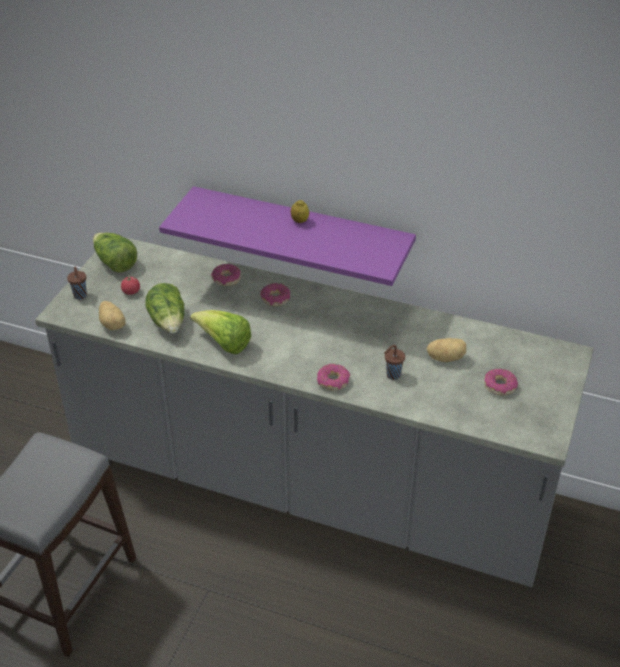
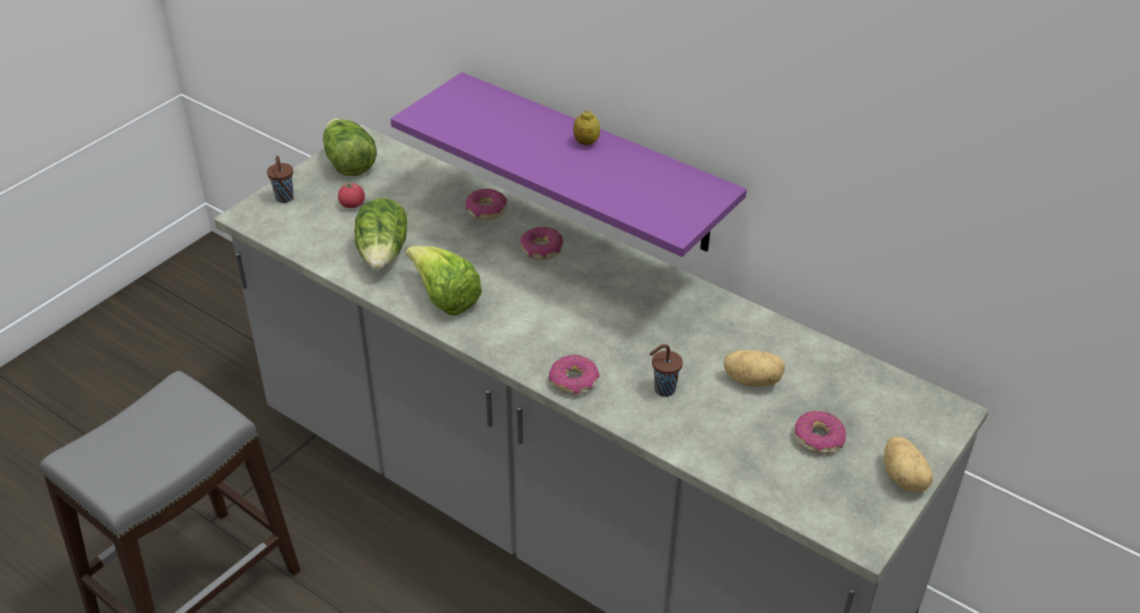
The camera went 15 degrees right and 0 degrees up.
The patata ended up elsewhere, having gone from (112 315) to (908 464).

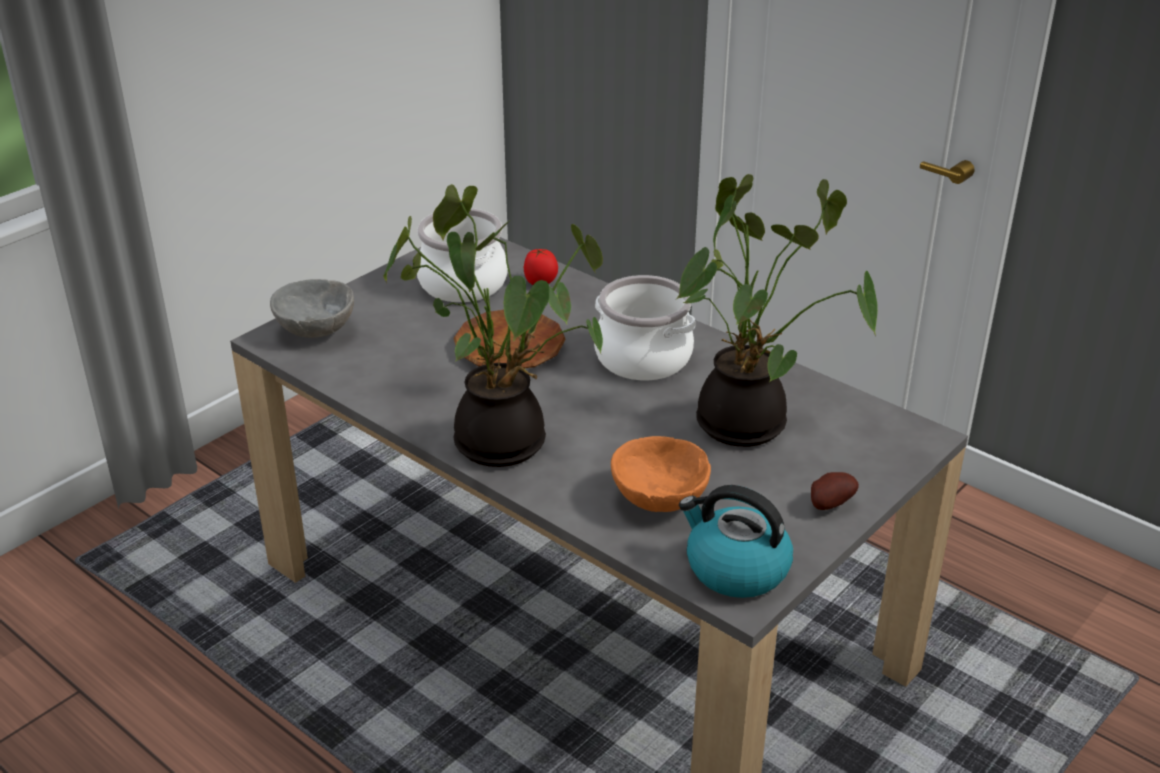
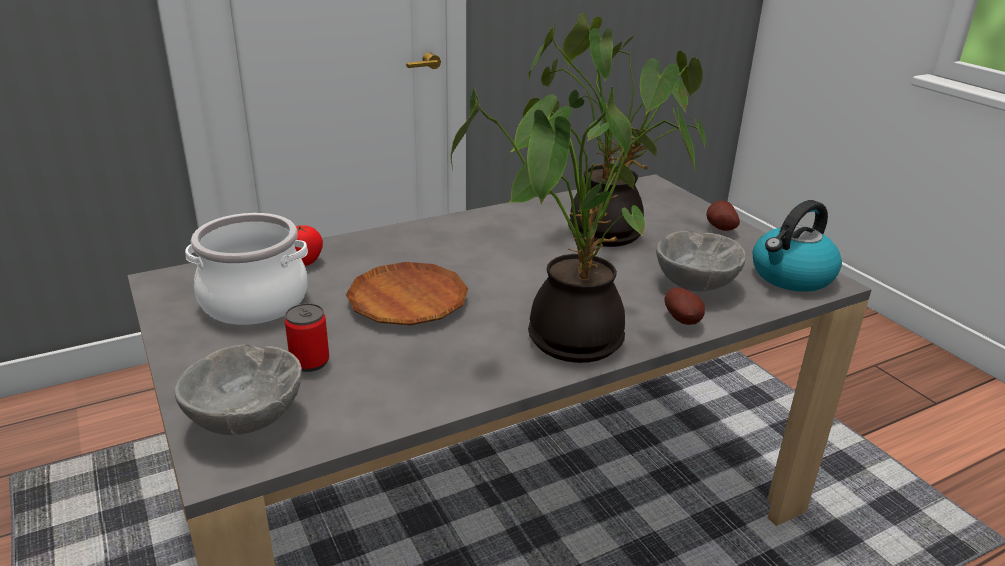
The camera went 70 degrees left and 5 degrees down.
The second view gained the lata at (307 337).
What was the cuenco/naranja at (661 474) turned into the cuenco/gris at (701 261).
The second view gained the patata at (684 306).
The second view lost the olla at (644 327).

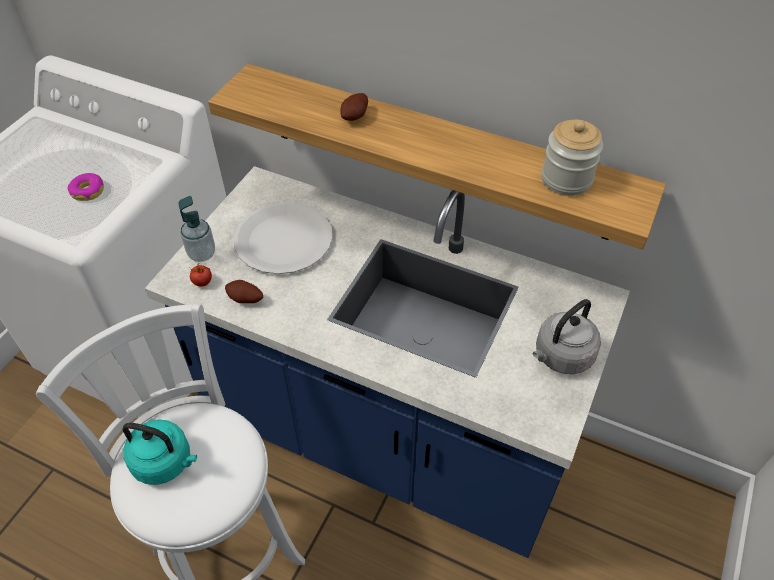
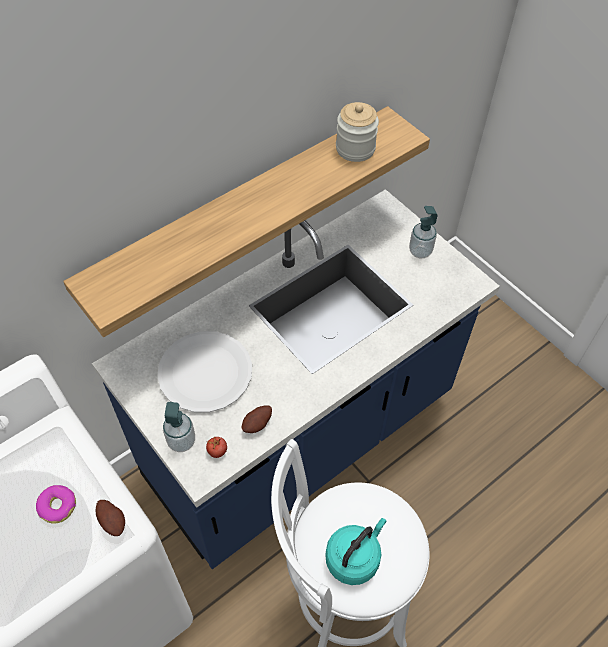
The camera went 65 degrees left and 5 degrees up.
The patata ended up elsewhere, having gone from (354 107) to (110 518).
Where the hervidor/gris stood at (566 336), the dispensador de jabón came to stand at (423 232).

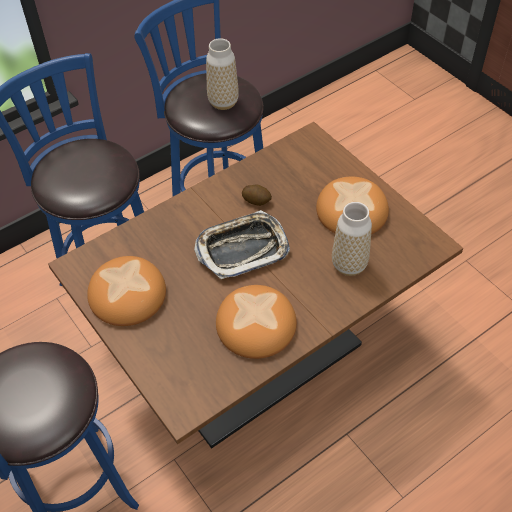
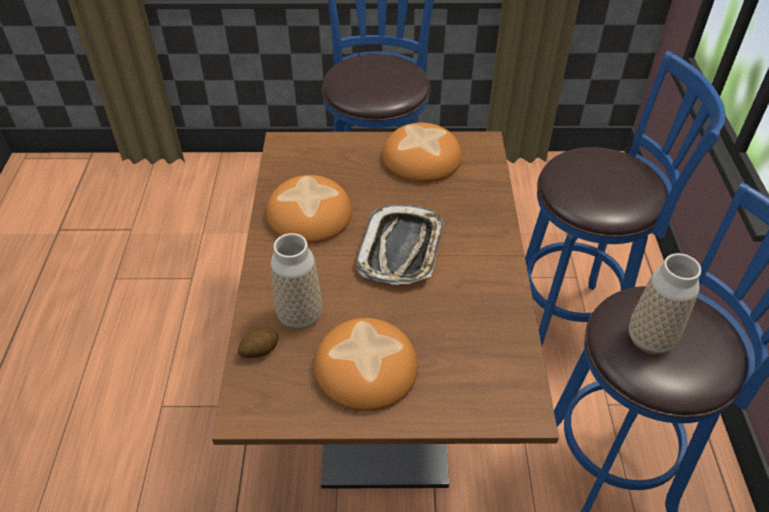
The camera went 125 degrees right and 5 degrees down.
The patata ended up elsewhere, having gone from (257 195) to (258 342).

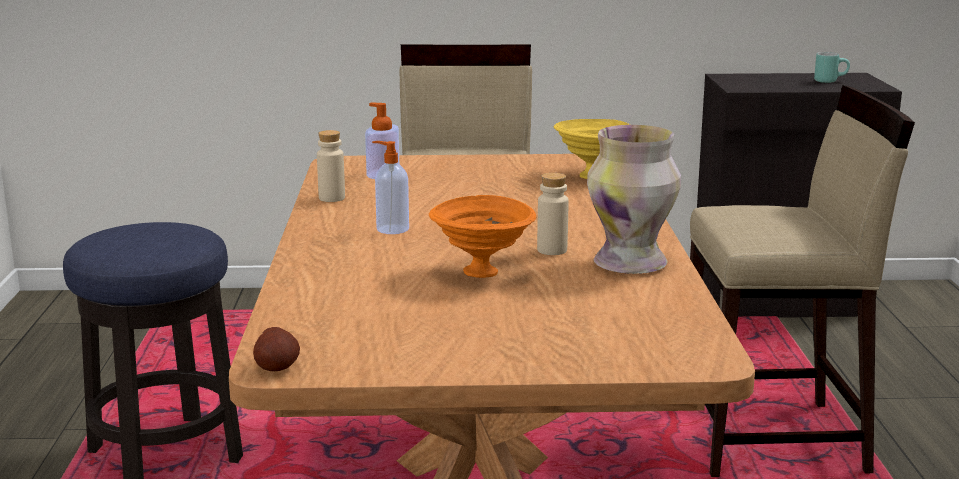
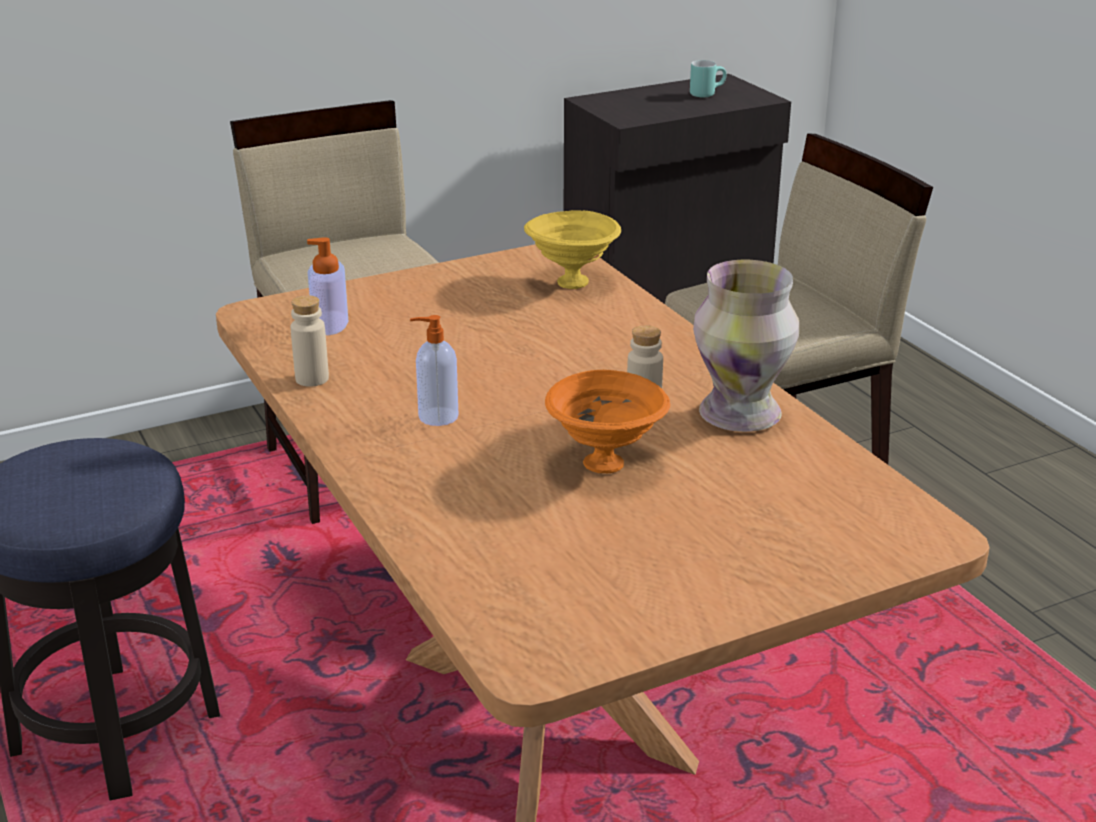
The camera went 25 degrees left and 10 degrees up.
The second view lost the patata at (276 349).

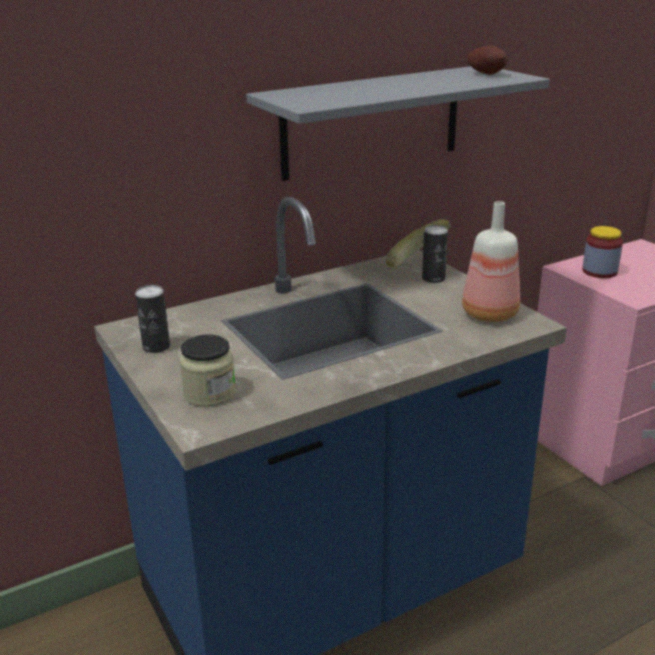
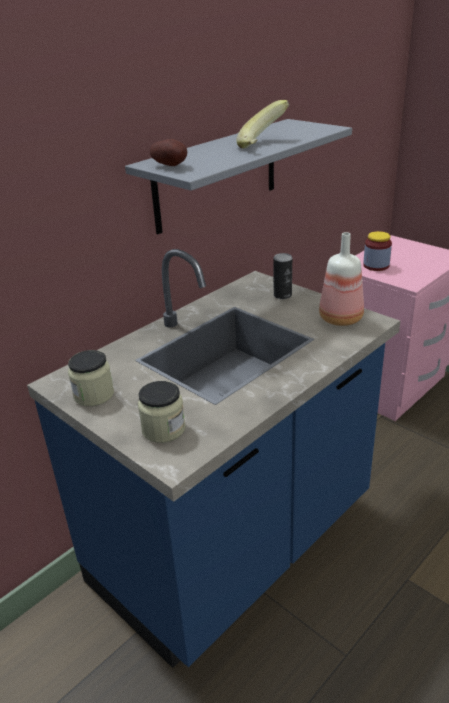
The camera went 15 degrees left and 5 degrees up.
Where the lata stood at (152 319), the tarro came to stand at (91 378).
The patata ended up elsewhere, having gone from (487 60) to (168 152).
The plátano ended up elsewhere, having gone from (418 244) to (262 124).

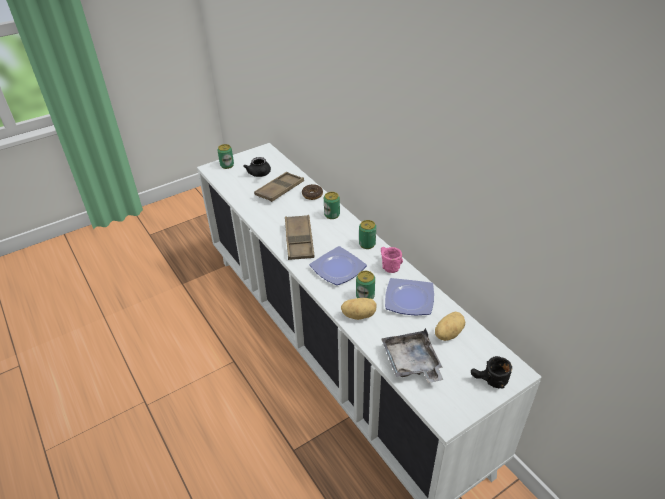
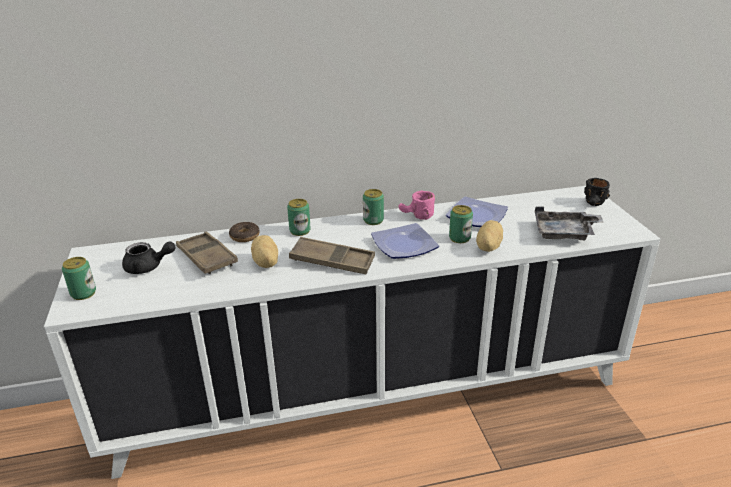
The camera went 70 degrees left and 10 degrees down.
The patata ended up elsewhere, having gone from (450 326) to (264 251).

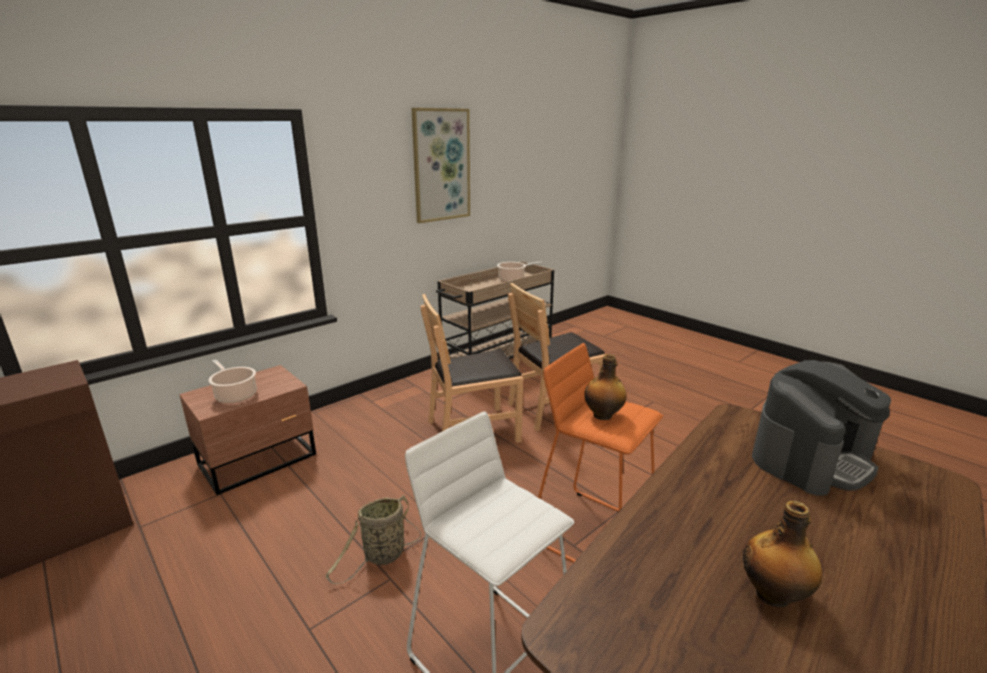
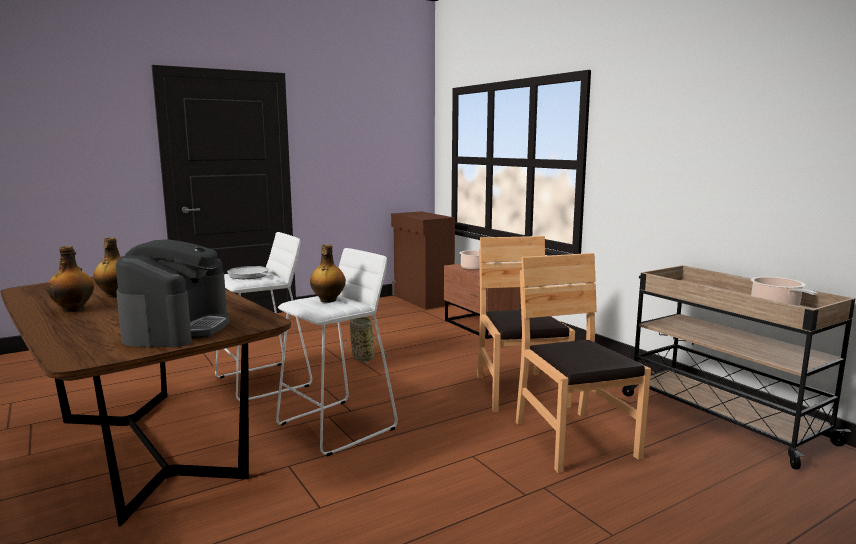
The camera went 100 degrees right and 10 degrees down.
The second view gained the botella at (70 279).
The cafetera at (821 428) ended up facing another way, 150 degrees counterclockwise from before.
The second view gained the sartén at (249 272).
What was the taburete/naranja at (600 453) turned into the taburete/blanco at (337 352).
The second view lost the cuadro at (441 165).

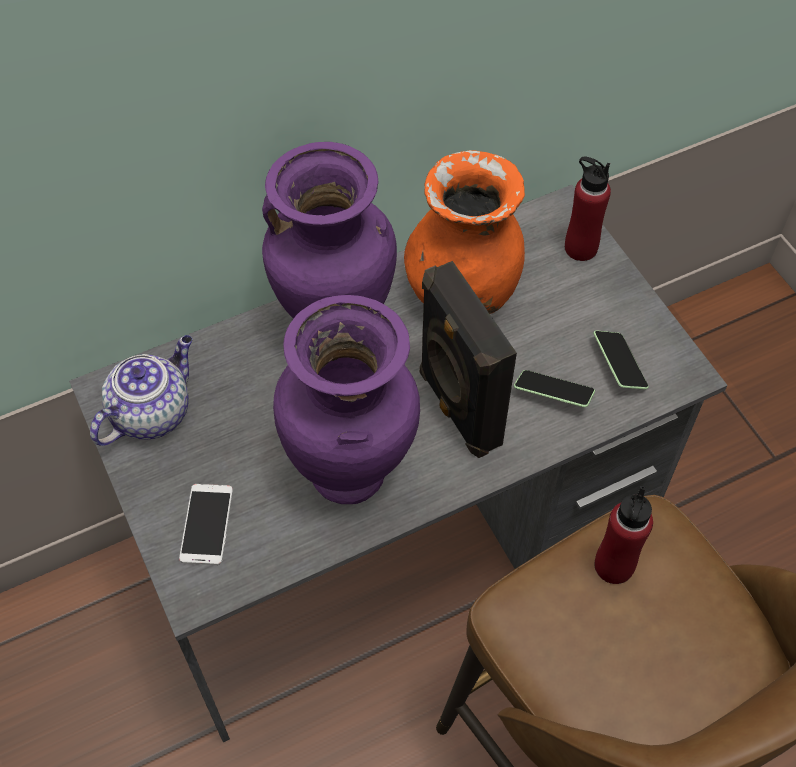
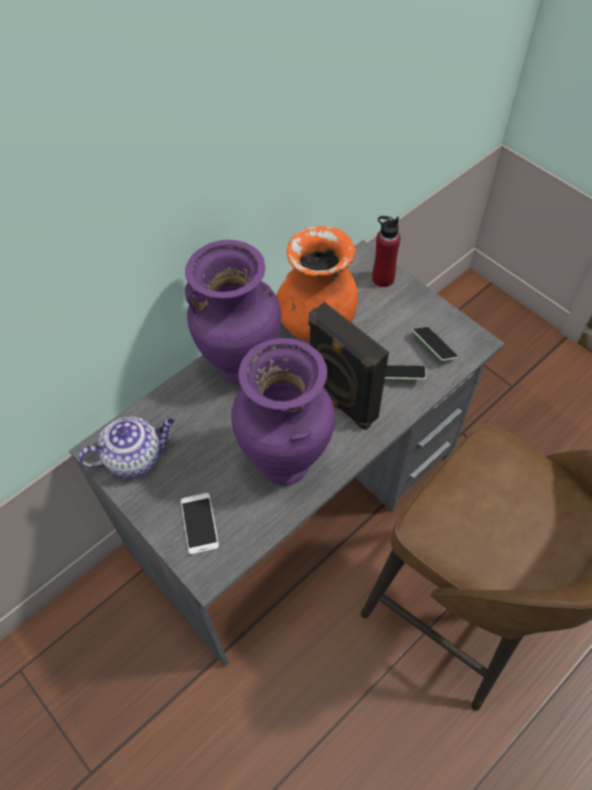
The camera went 15 degrees left and 0 degrees up.
The tetera at (141 390) ended up facing another way, 45 degrees clockwise from before.
The second view lost the botella/rojo at (624 535).

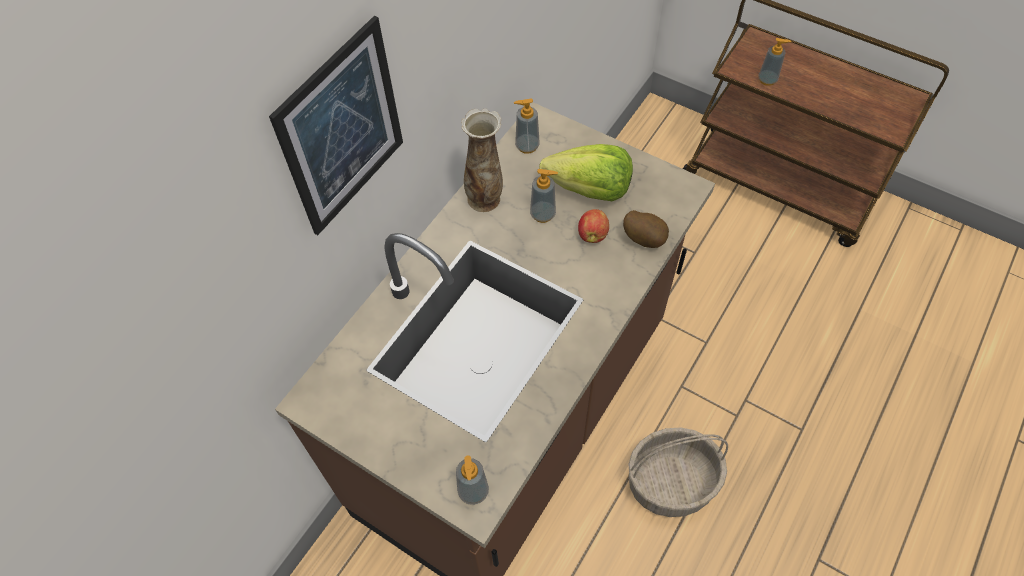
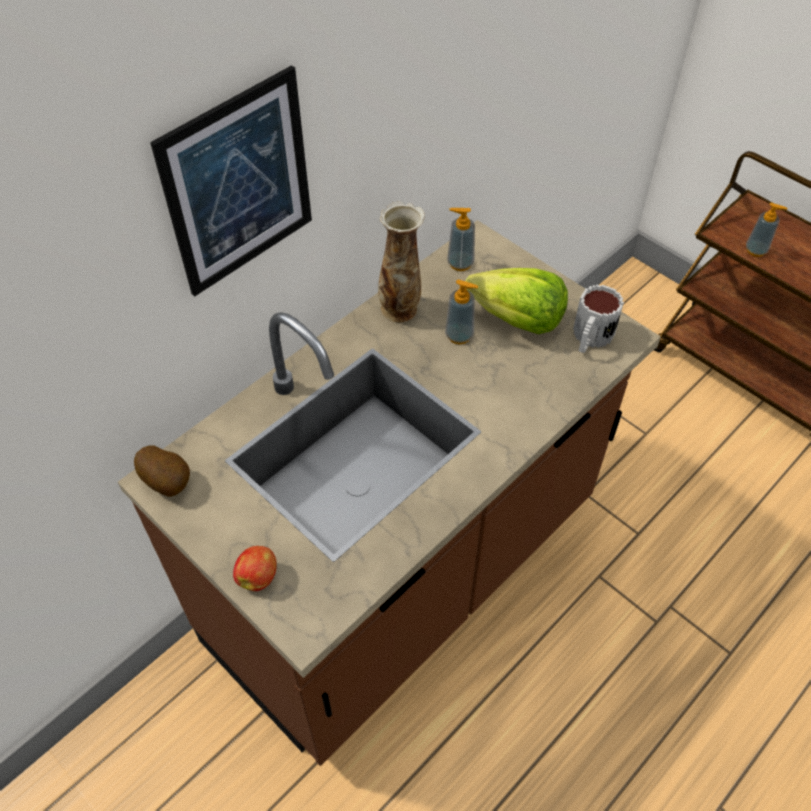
The camera went 10 degrees right and 5 degrees down.
The patata ended up elsewhere, having gone from (646 229) to (162 470).
The manzana ended up elsewhere, having gone from (593 226) to (255 568).
The second view gained the taza grande at (598 318).
The second view lost the dispensador de jabón at (472 480).
The second view lost the cesta at (678 472).

